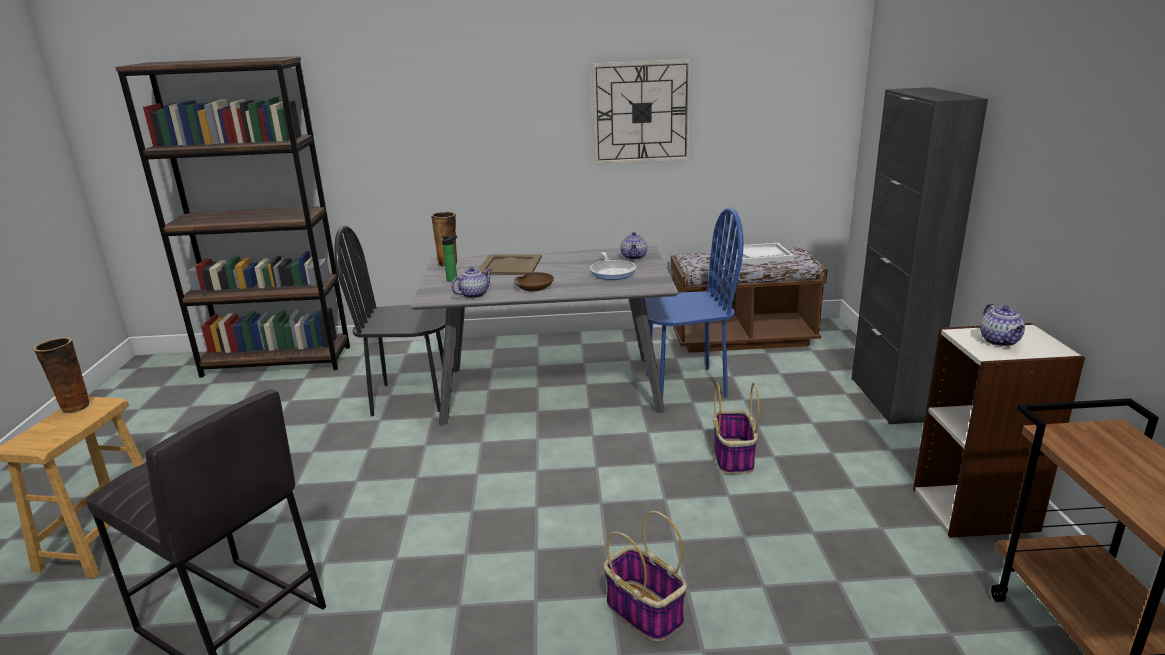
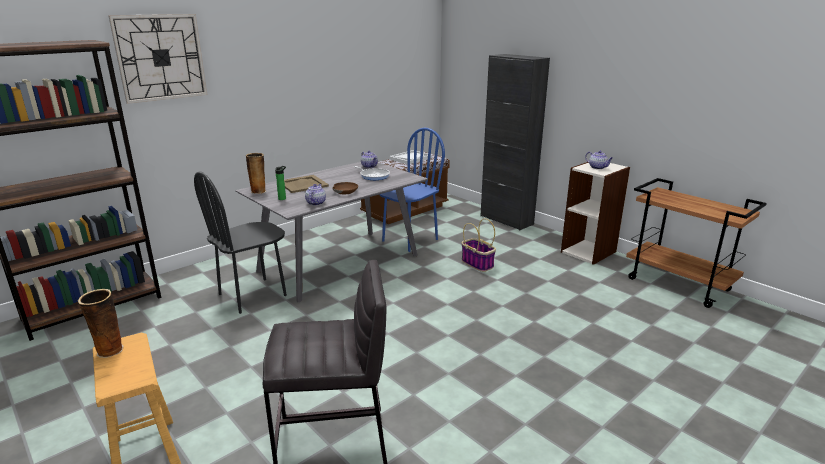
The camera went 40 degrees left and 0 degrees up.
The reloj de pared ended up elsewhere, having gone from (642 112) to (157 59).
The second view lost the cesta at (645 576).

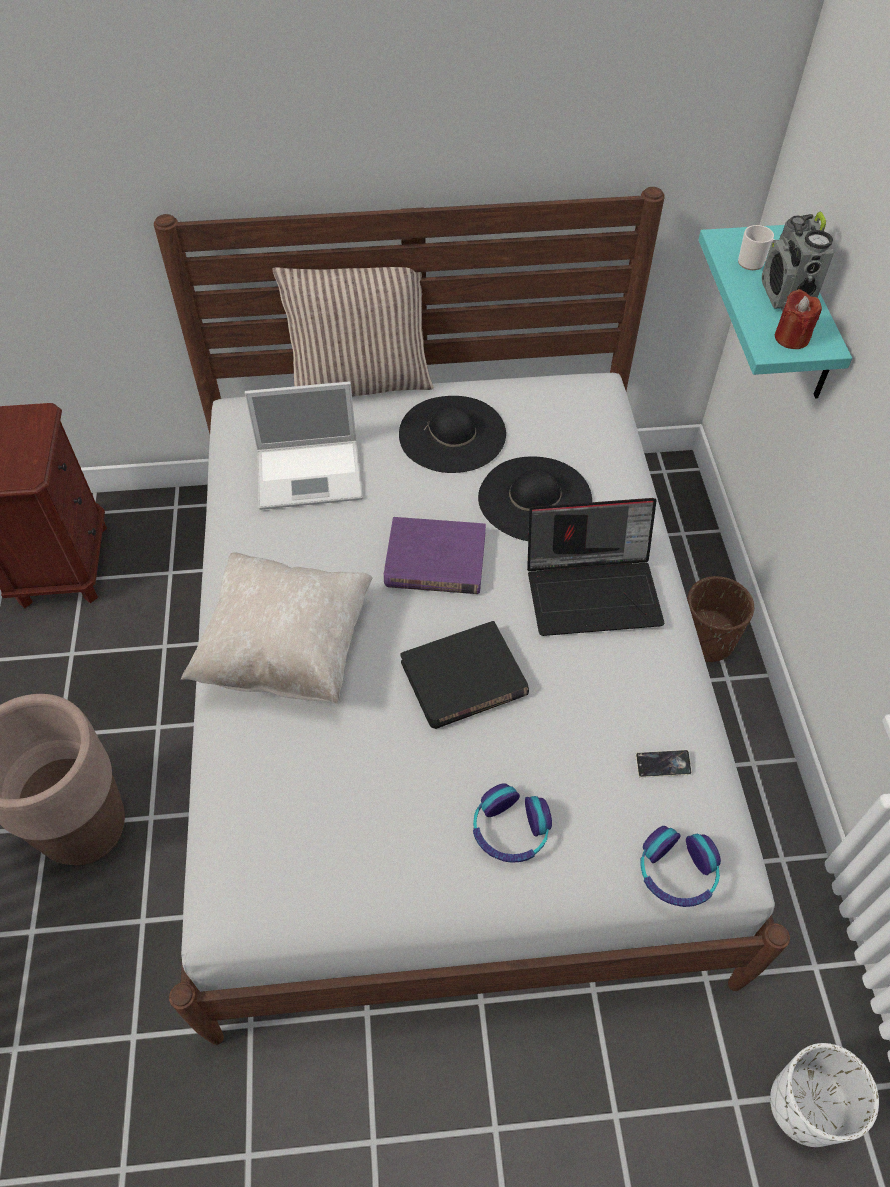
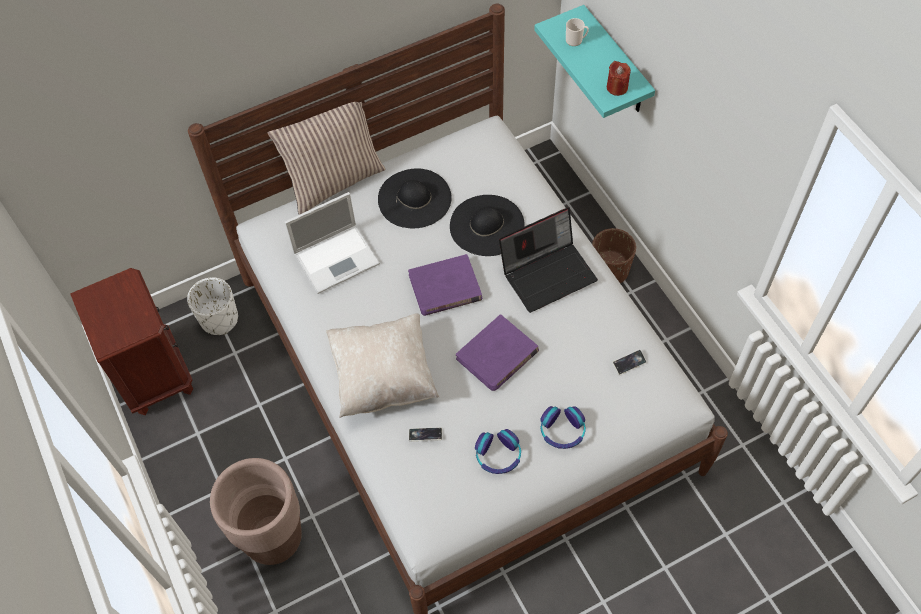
The camera went 20 degrees left and 5 degrees up.
The maceta/blanco ended up elsewhere, having gone from (824 1095) to (212 306).
The second view gained the móvil at (425 434).
What was the libro/negro at (464 675) turned into the libro/morado at (497 352).
The auriculares ended up elsewhere, having gone from (681 866) to (498 451).
The second view lost the radio at (798 262).

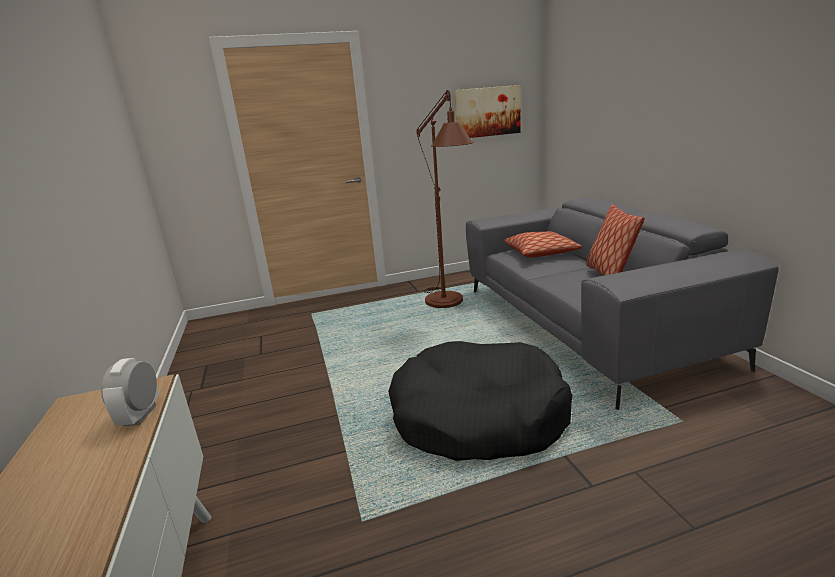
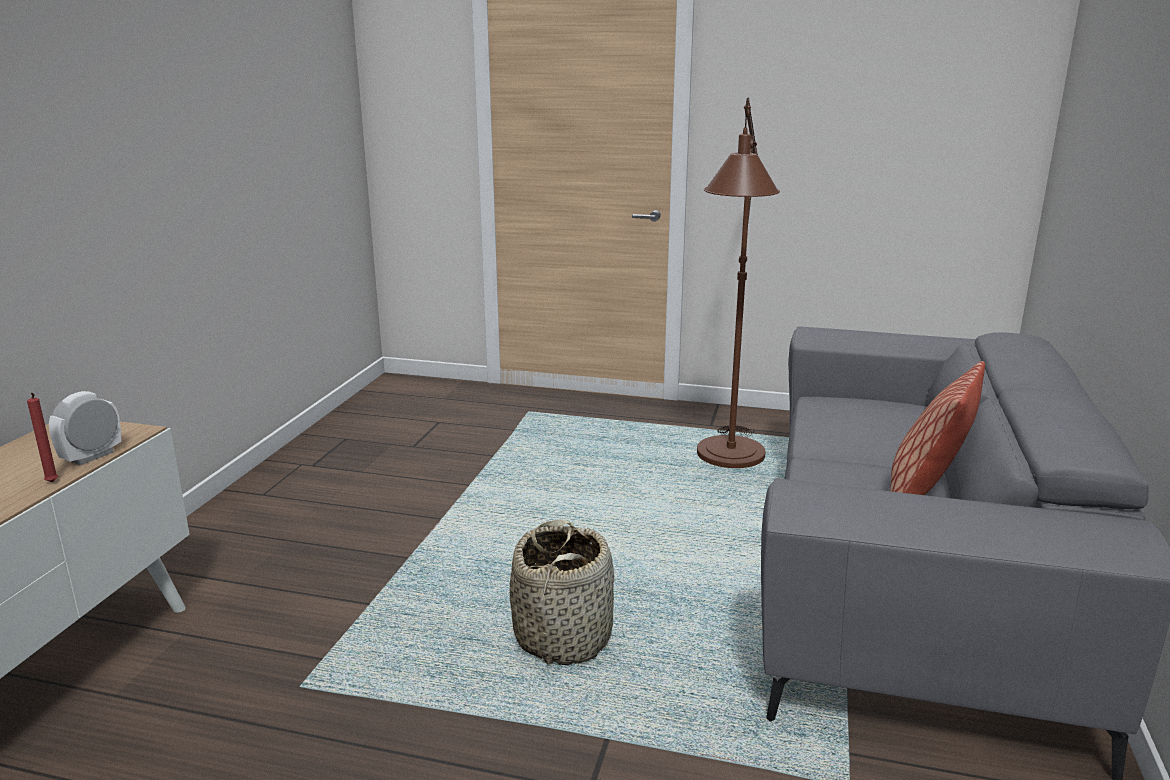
The camera went 30 degrees right and 0 degrees up.
The second view gained the vela/rojo at (42 437).
Where the cama para perro/negro stood at (480 401), the cesta came to stand at (562 592).
The second view lost the cuadro at (487 111).
The second view lost the cojín at (543 244).

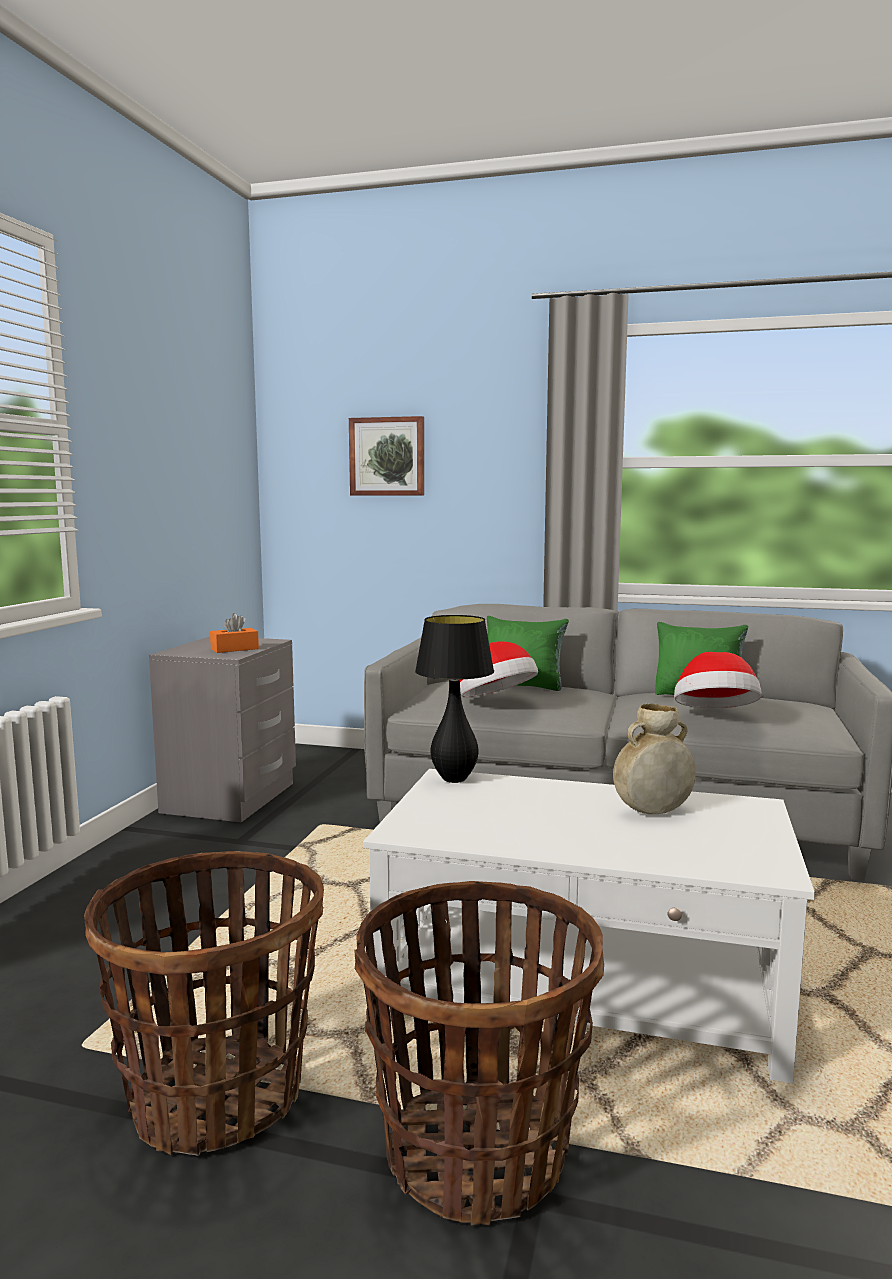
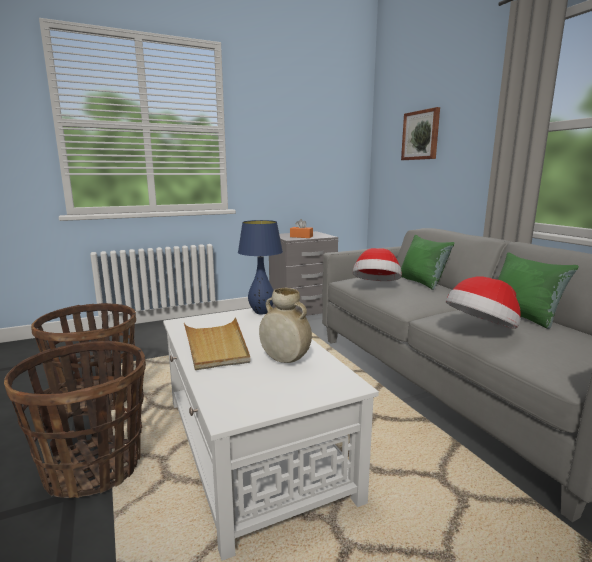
The camera went 50 degrees right and 5 degrees up.
The second view gained the bandeja/beis at (217 343).
What was the lámpara de mesa/negro at (454 699) turned into the lámpara de mesa/azul at (260 267).

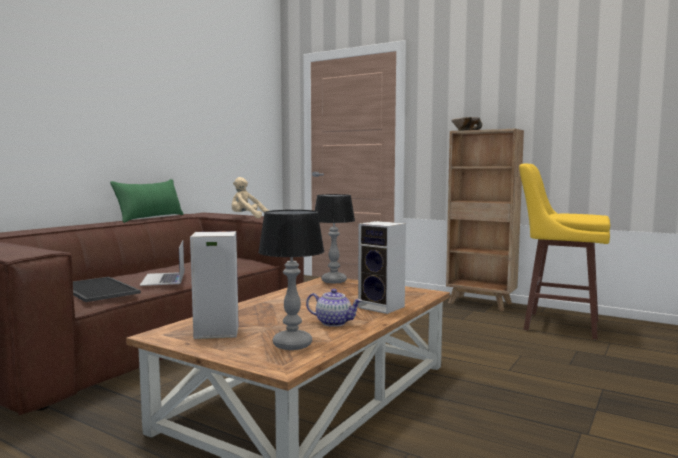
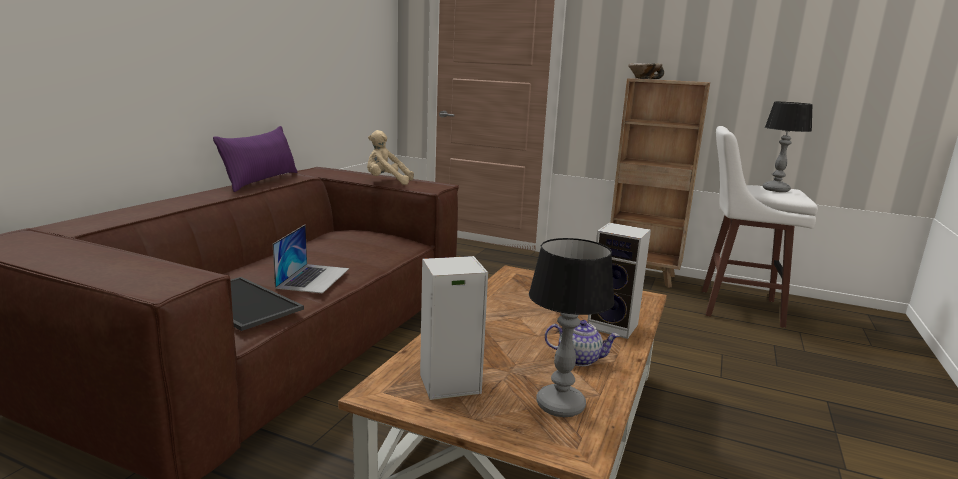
The camera went 10 degrees left and 10 degrees up.
What was the cojín/verde at (147 201) turned into the cojín/morado at (255 159).
The portátil at (162 263) ended up facing another way, 150 degrees counterclockwise from before.
What was the taburete/amarillo at (564 251) turned into the taburete/blanco at (760 227).
The lámpara de mesa ended up elsewhere, having gone from (335 238) to (788 147).

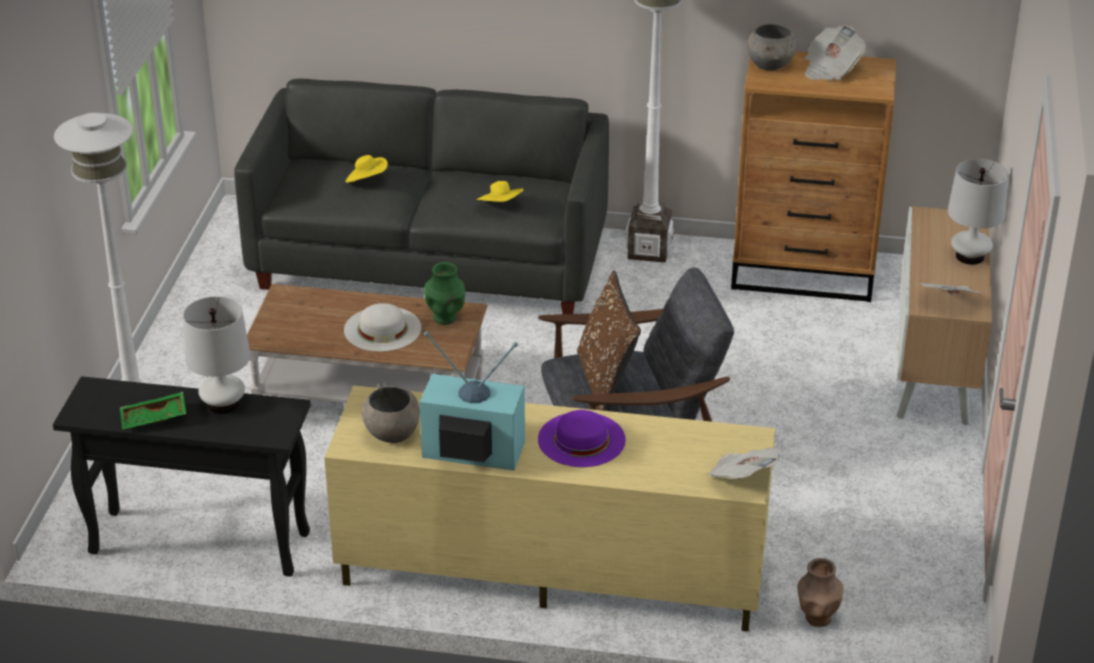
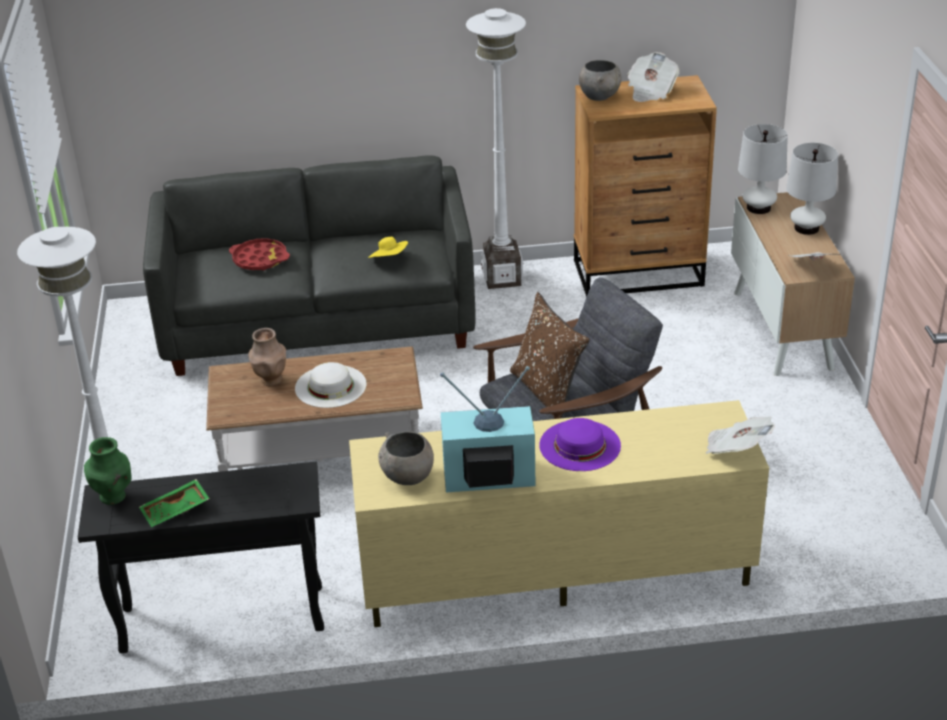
The camera went 15 degrees left and 0 degrees up.
The florero/verde ended up elsewhere, having gone from (444 293) to (108 471).
Where the sombrero/amarillo stood at (367 169), the bandeja/rojo came to stand at (259 254).
The florero/marrón ended up elsewhere, having gone from (820 592) to (267 357).
The lámpara de mesa/blanco ended up elsewhere, having gone from (216 355) to (763 169).

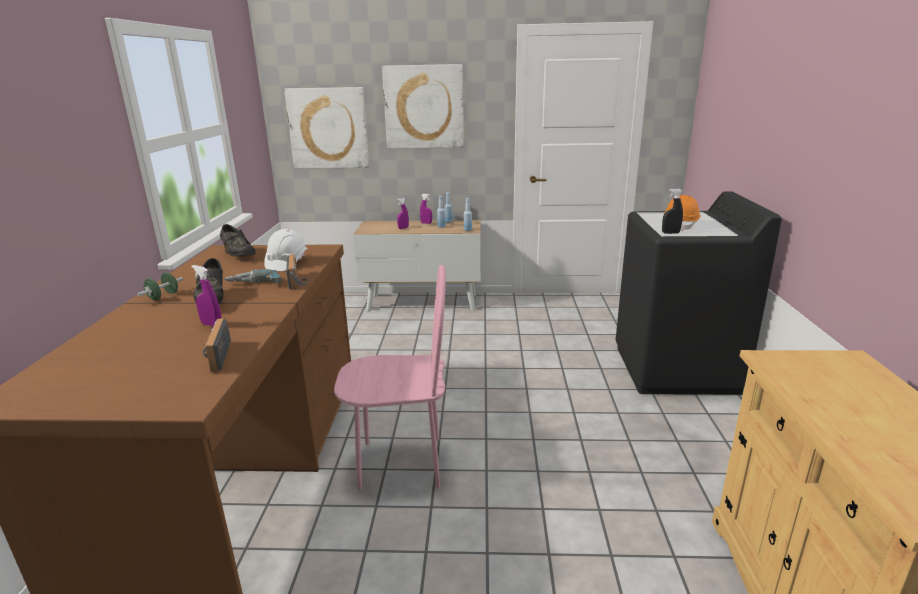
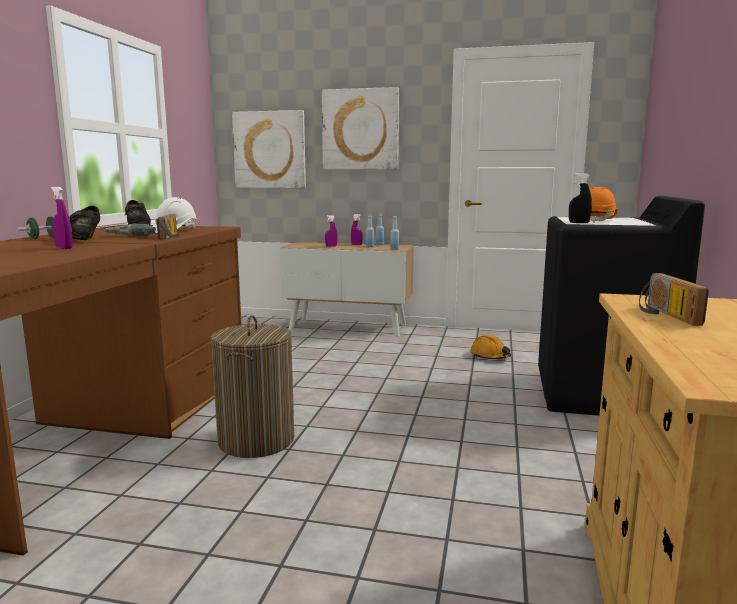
The camera went 10 degrees right and 10 degrees down.
Where the silla/rosa stood at (390 377), the cesto de la ropa came to stand at (252 386).
The second view gained the casco/naranja at (490 347).
The radio ended up elsewhere, having gone from (217 345) to (674 299).

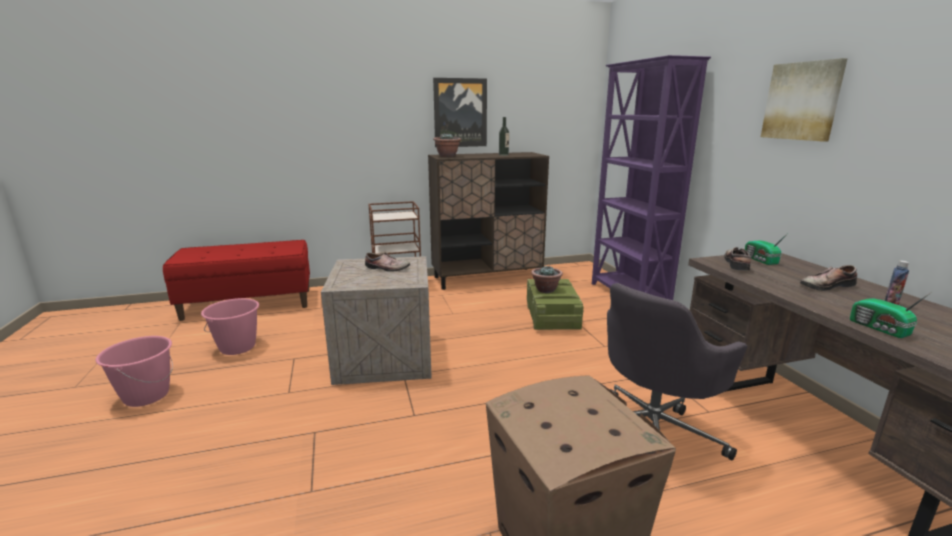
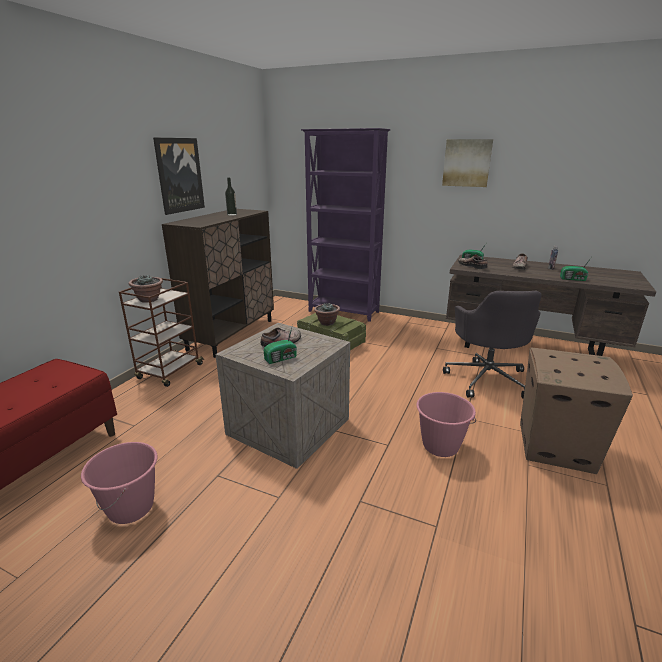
The camera went 50 degrees left and 5 degrees up.
The planta en maceta ended up elsewhere, having gone from (447 145) to (146 289).
The second view gained the radio at (280 344).
The cubo/rosa ended up elsewhere, having gone from (134 371) to (446 424).

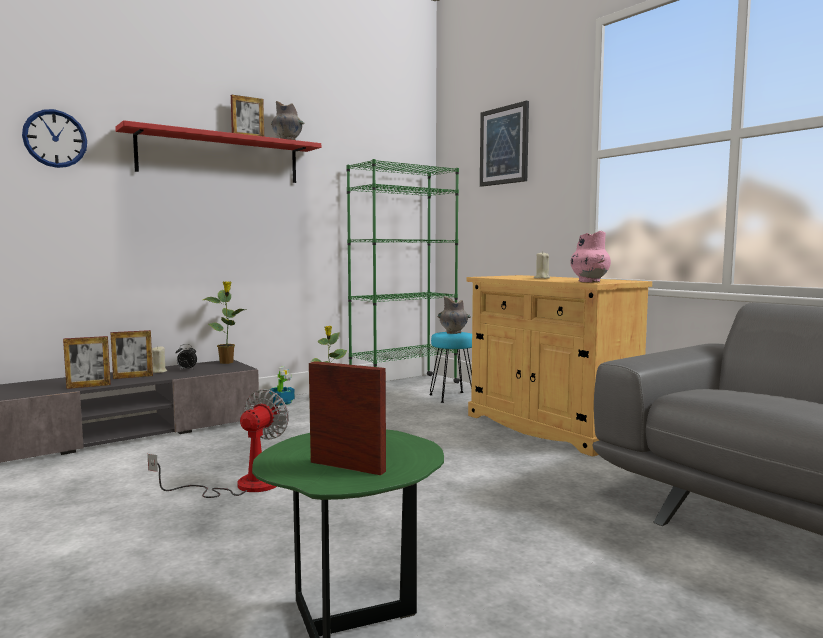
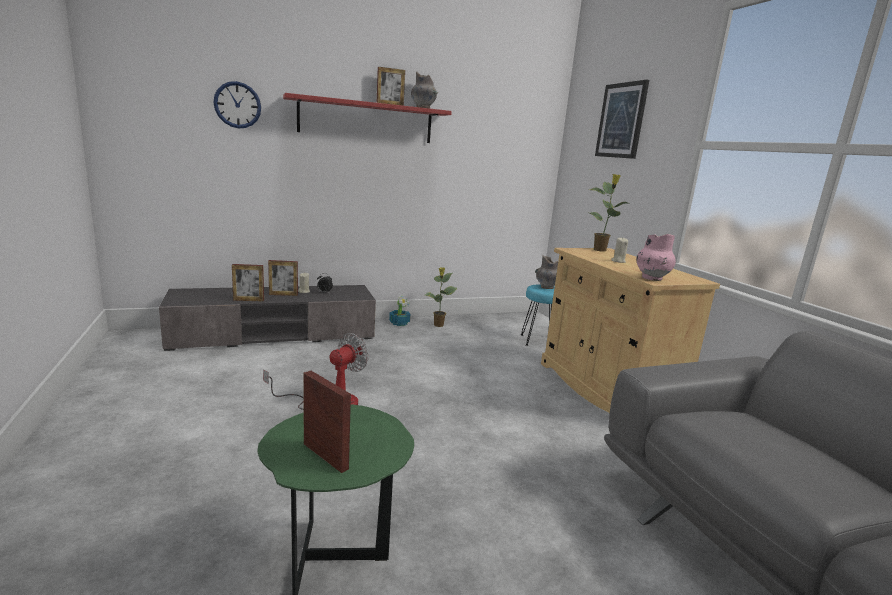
The camera went 15 degrees right and 10 degrees up.
The planta en maceta ended up elsewhere, having gone from (224 322) to (608 213).
The second view lost the estantería/verde at (403 271).

